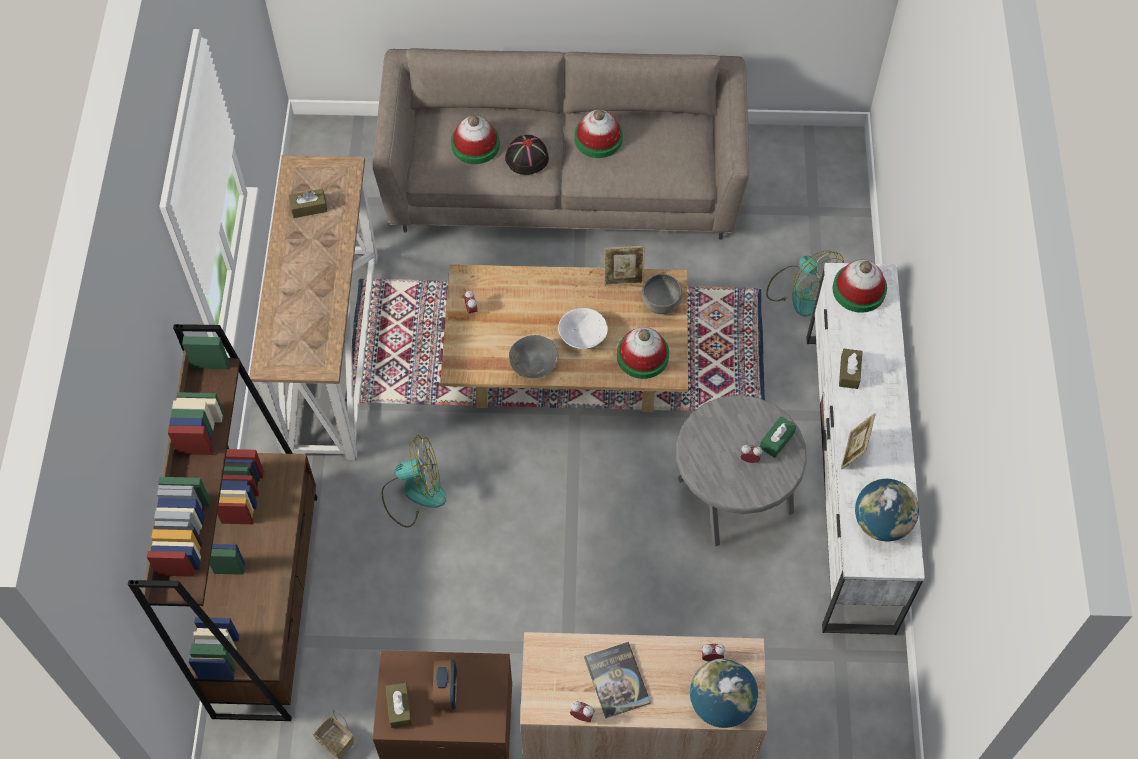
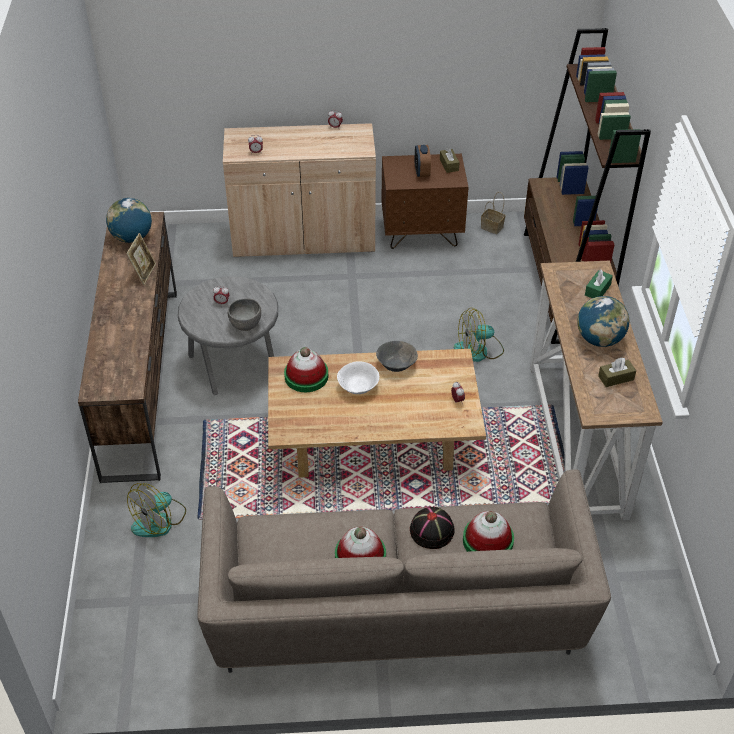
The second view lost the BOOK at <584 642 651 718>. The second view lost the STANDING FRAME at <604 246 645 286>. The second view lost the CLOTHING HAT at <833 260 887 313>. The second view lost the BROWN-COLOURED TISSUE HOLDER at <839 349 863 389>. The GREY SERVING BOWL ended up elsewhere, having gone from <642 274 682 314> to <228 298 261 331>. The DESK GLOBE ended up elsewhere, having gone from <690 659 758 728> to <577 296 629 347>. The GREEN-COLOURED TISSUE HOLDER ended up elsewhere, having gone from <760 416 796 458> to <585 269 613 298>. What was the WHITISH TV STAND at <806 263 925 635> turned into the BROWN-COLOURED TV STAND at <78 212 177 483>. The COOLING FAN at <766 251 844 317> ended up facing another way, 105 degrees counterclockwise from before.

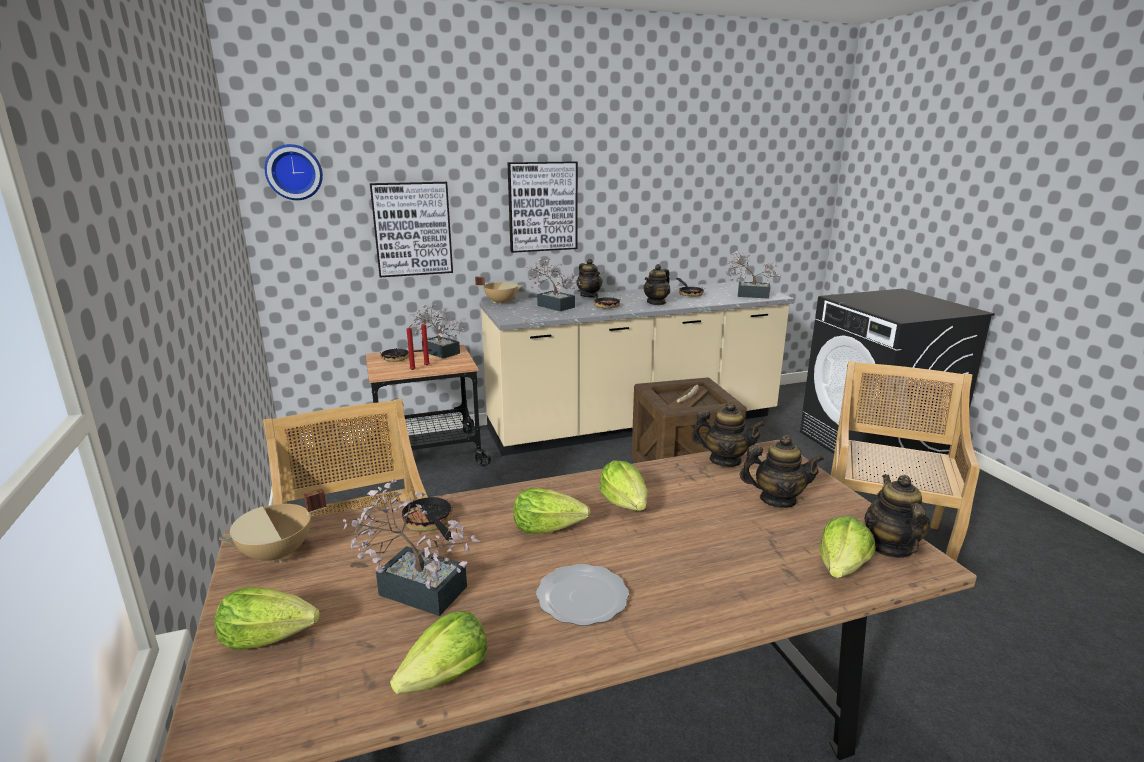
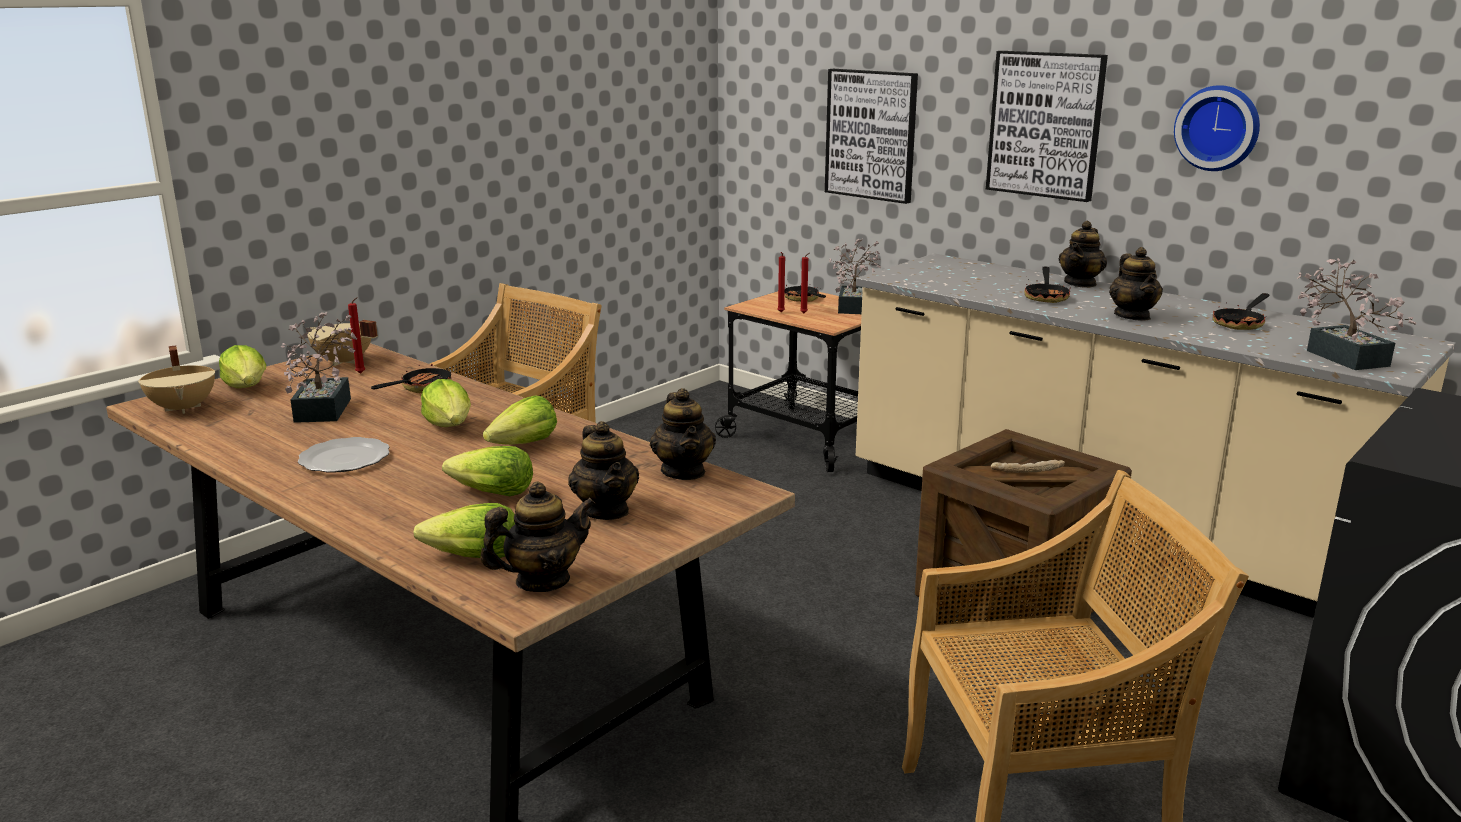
The second view lost the HOUSEPLANT at <526 258 582 311>. The second view gained the RED CANDLE at <348 297 365 373>. The CLOCK ON THE WALL ended up elsewhere, having gone from <265 144 323 200> to <1174 85 1260 171>. The LETTUCE ended up elsewhere, having gone from <390 611 488 694> to <442 446 533 496>. The BEIGE STOCKPOT ended up elsewhere, having gone from <475 276 522 305> to <138 345 215 414>. The POT FOR TEA at <643 264 670 305> ended up facing another way, 105 degrees counterclockwise from before.

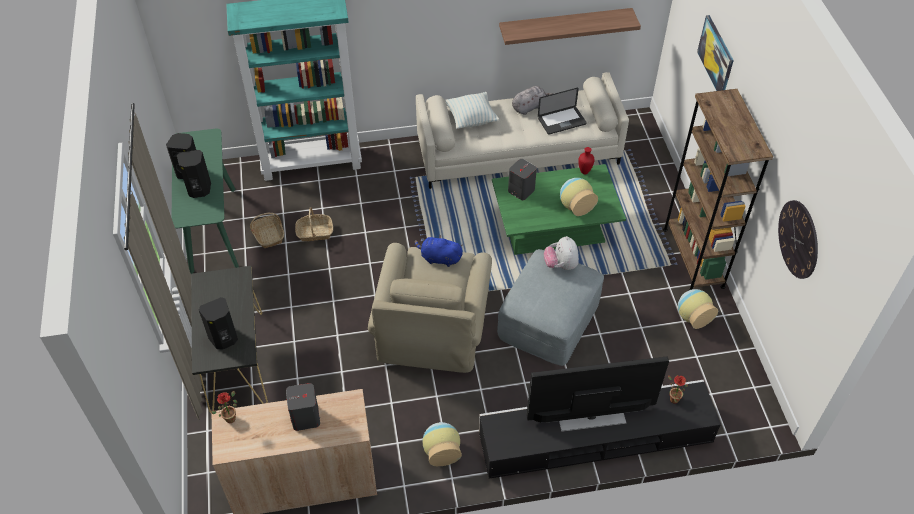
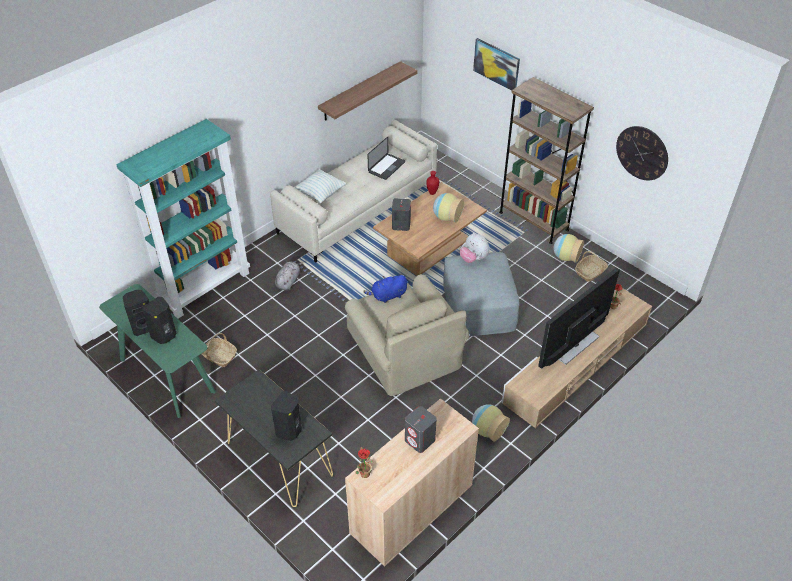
The STORAGE BASKET ended up elsewhere, having gone from <295 207 333 241> to <575 251 608 282>. The GREY CUDDLY TOY ended up elsewhere, having gone from <512 86 552 115> to <275 262 303 290>. What was the BLACK-COLOURED TV STAND at <479 380 721 479> turned into the BEIGE TV STAND at <502 288 652 428>. What was the GREEN-COLOURED COFFEE TABLE at <492 164 626 255> turned into the BROWN-COLOURED COFFEE TABLE at <373 182 487 276>.

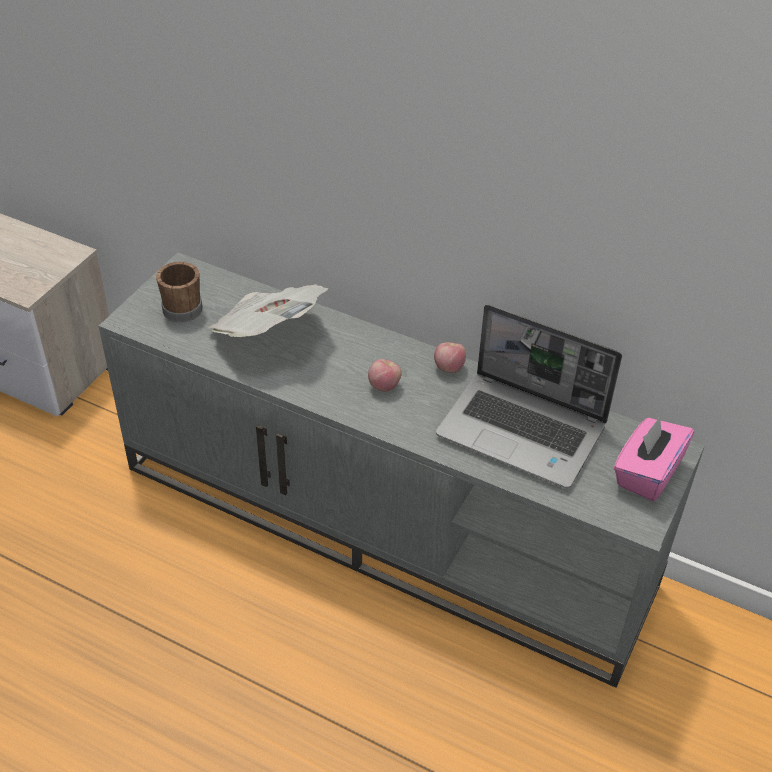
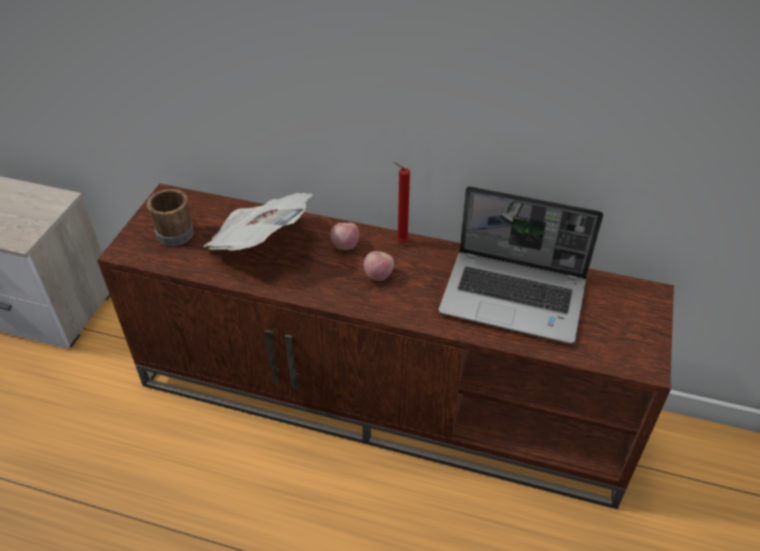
The second view lost the PINK TISSUE HOLDER at <614 417 694 501>. The second view gained the RED CANDLE at <393 162 410 242>. The APPLE FRUIT ended up elsewhere, having gone from <434 342 466 373> to <330 223 359 250>. What was the GREY TV STAND at <99 252 705 688> turned into the BROWN-COLOURED TV STAND at <97 184 674 509>.

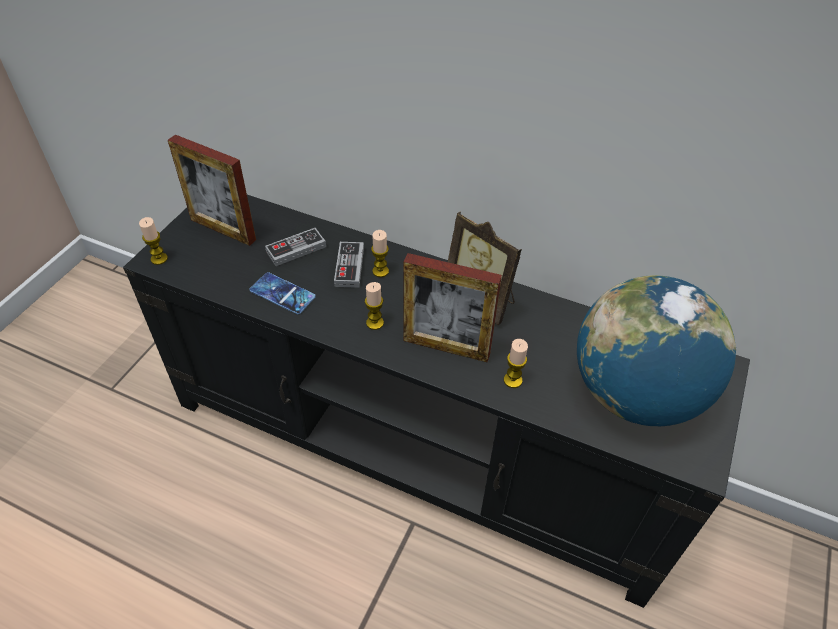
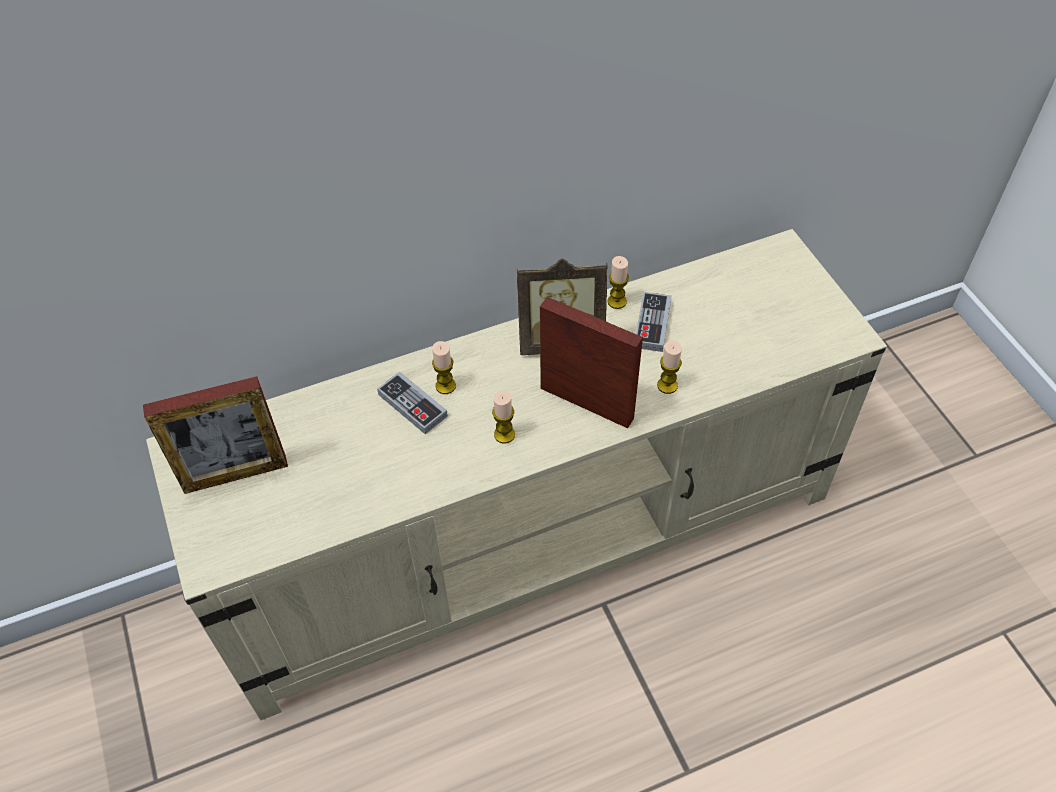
The second view lost the HANDSET at <249 272 316 314>. The second view lost the DESK GLOBE at <577 275 736 426>. The CANDLE ended up elsewhere, having gone from <139 217 168 265> to <607 256 629 309>. The GAMEPAD ended up elsewhere, having gone from <265 228 326 266> to <636 292 672 352>. What was the BLACK-COLOURED TV STAND at <123 195 750 608> turned into the BEIGE TV STAND at <146 229 887 721>. The STANDING FRAME at <403 253 502 362> ended up facing another way, 120 degrees counterclockwise from before.

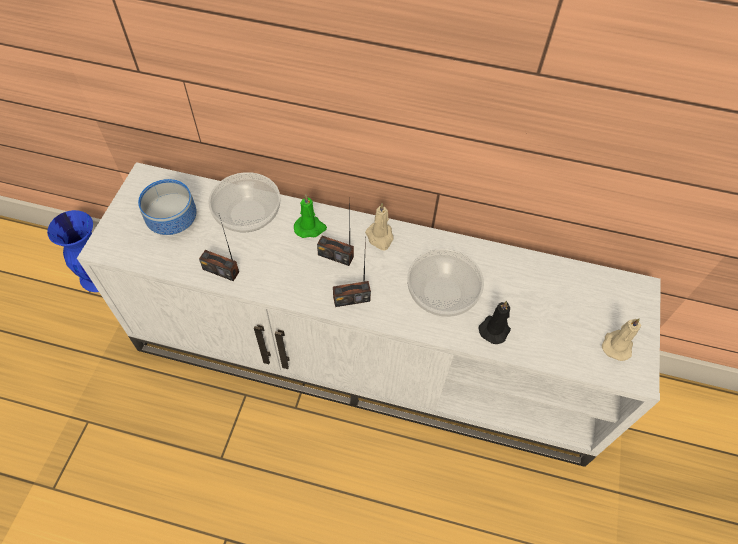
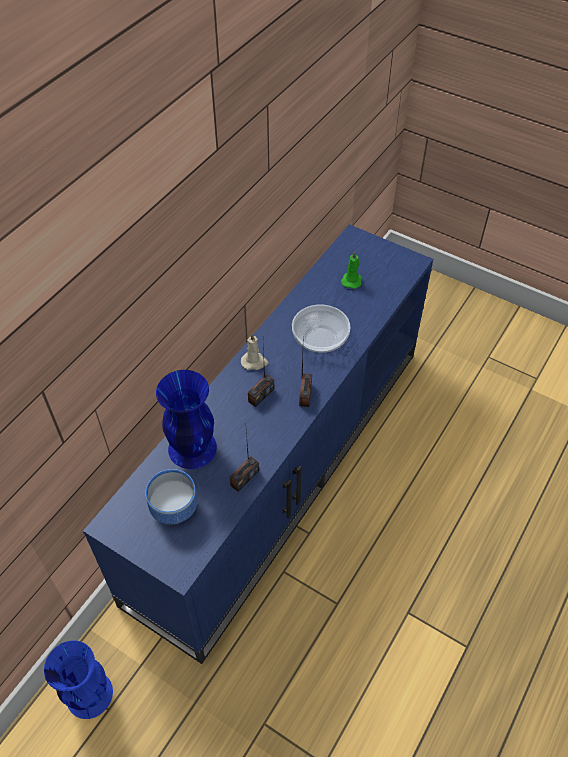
The second view lost the BLACK-COLOURED CANDLE at <479 301 511 344>. The second view lost the BEIGE CANDLE at <602 318 641 361>. The GREEN-COLOURED CANDLE ended up elsewhere, having gone from <294 195 327 238> to <341 251 362 289>. Where the SERVING BOWL stood at <208 172 280 232>, the BLUE VASE came to stand at <156 370 217 469>. What was the WHITISH TV STAND at <77 162 661 467> turned into the BLUE TV STAND at <83 224 433 664>.

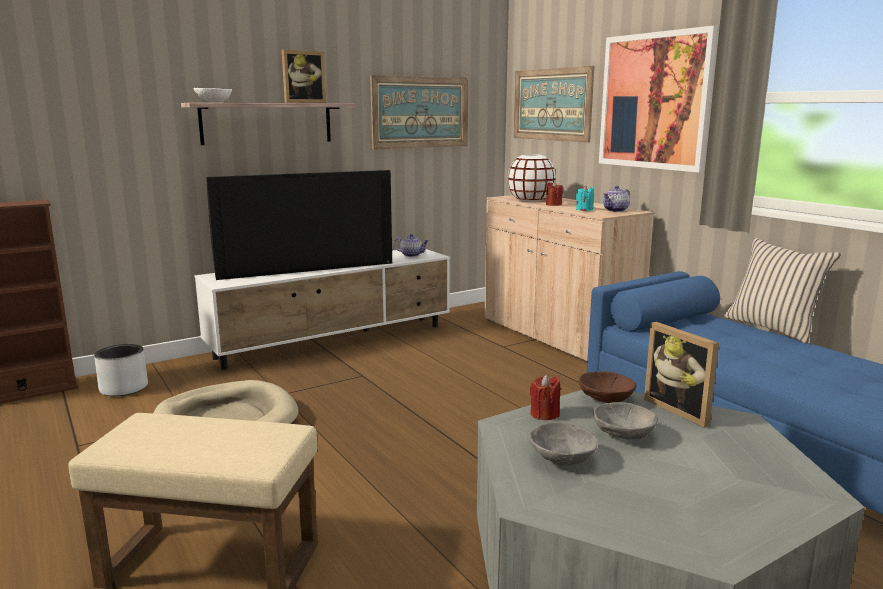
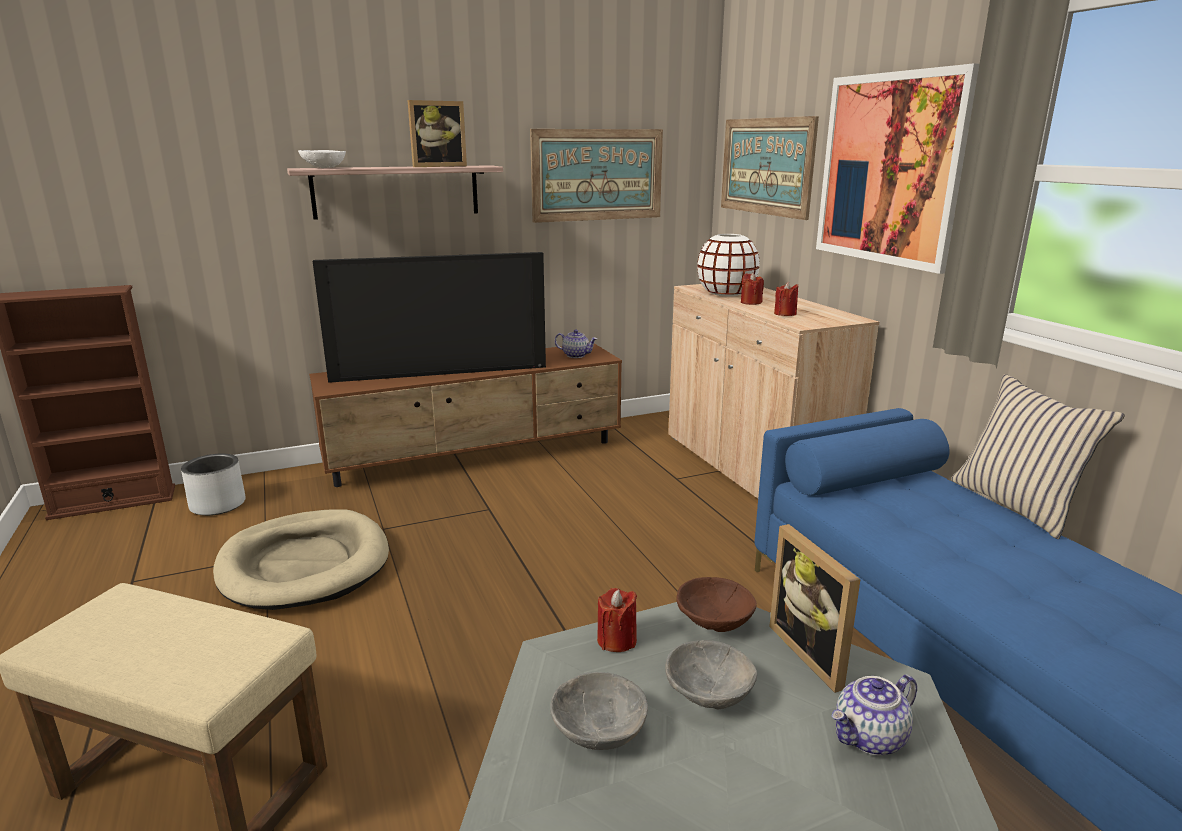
The POT FOR TEA ended up elsewhere, having gone from <603 186 630 212> to <831 674 917 756>. What was the WHITISH TV STAND at <194 249 450 370> turned into the BROWN-COLOURED TV STAND at <309 343 622 487>. What was the TURQUOISE-COLOURED CANDLE at <576 186 594 211> turned into the RED CANDLE at <774 282 798 316>.

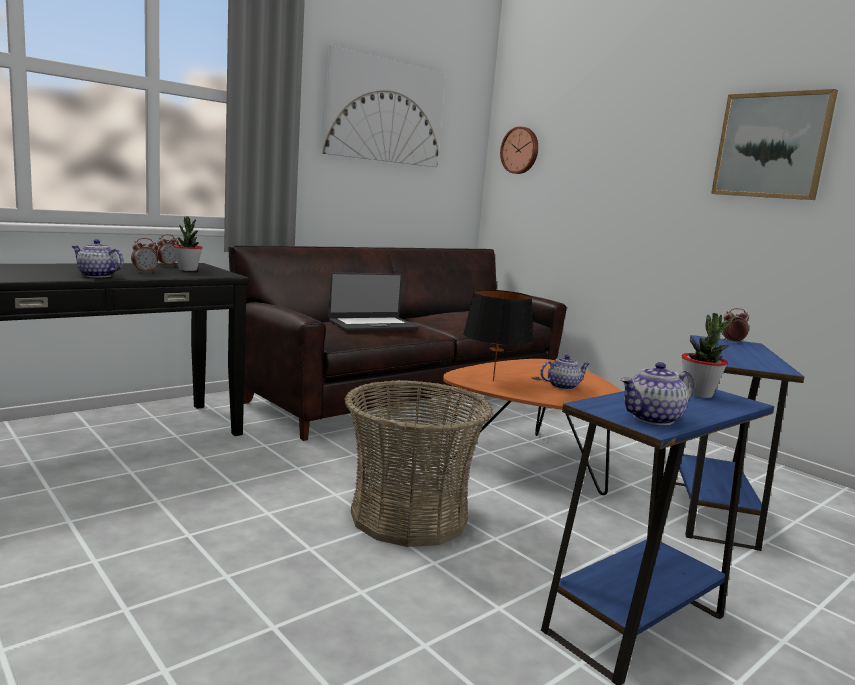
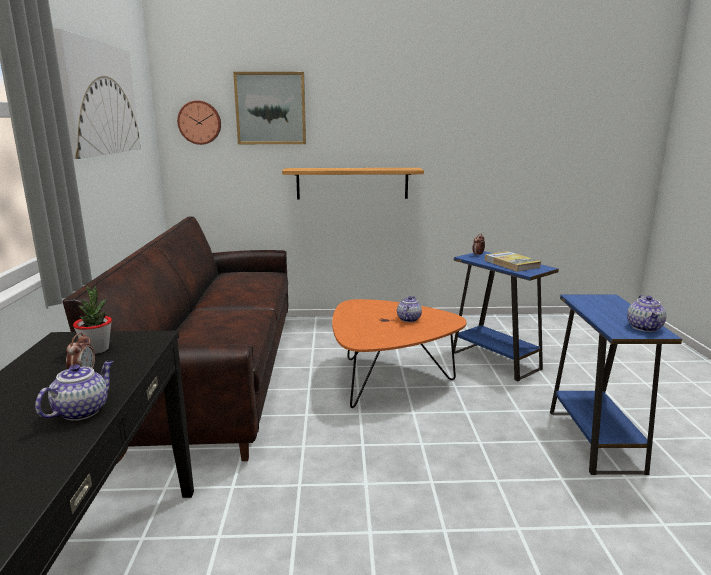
The second view lost the TABLE CLOCK at <155 234 179 266>. The second view lost the LAPTOP at <328 272 418 331>. The second view lost the STORAGE BASKET at <344 380 493 547>. The second view lost the BLACK-COLOURED TABLETOP LAMP at <463 290 534 381>. The second view lost the HOUSEPLANT at <681 313 734 398>. The second view gained the WALL SHELF at <282 168 424 199>. The second view gained the BOOK at <485 251 542 272>. The WALL ART ended up elsewhere, having gone from <711 89 838 200> to <233 72 306 144>. The POT FOR TEA at <72 239 124 278> ended up facing another way, 150 degrees clockwise from before.

